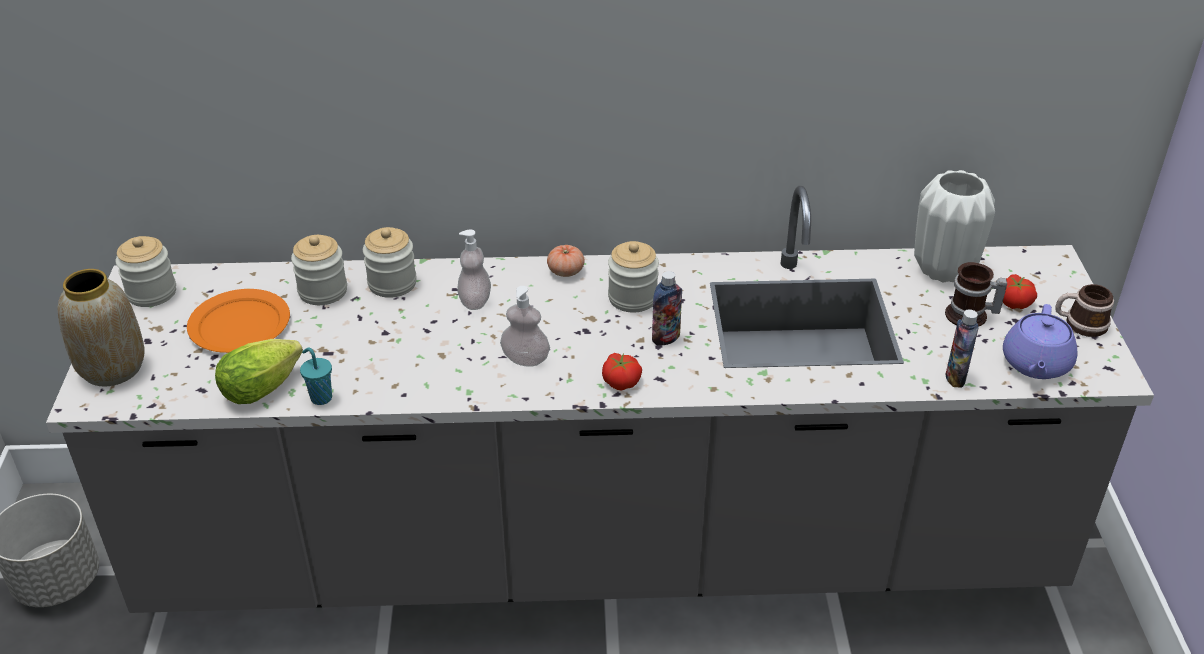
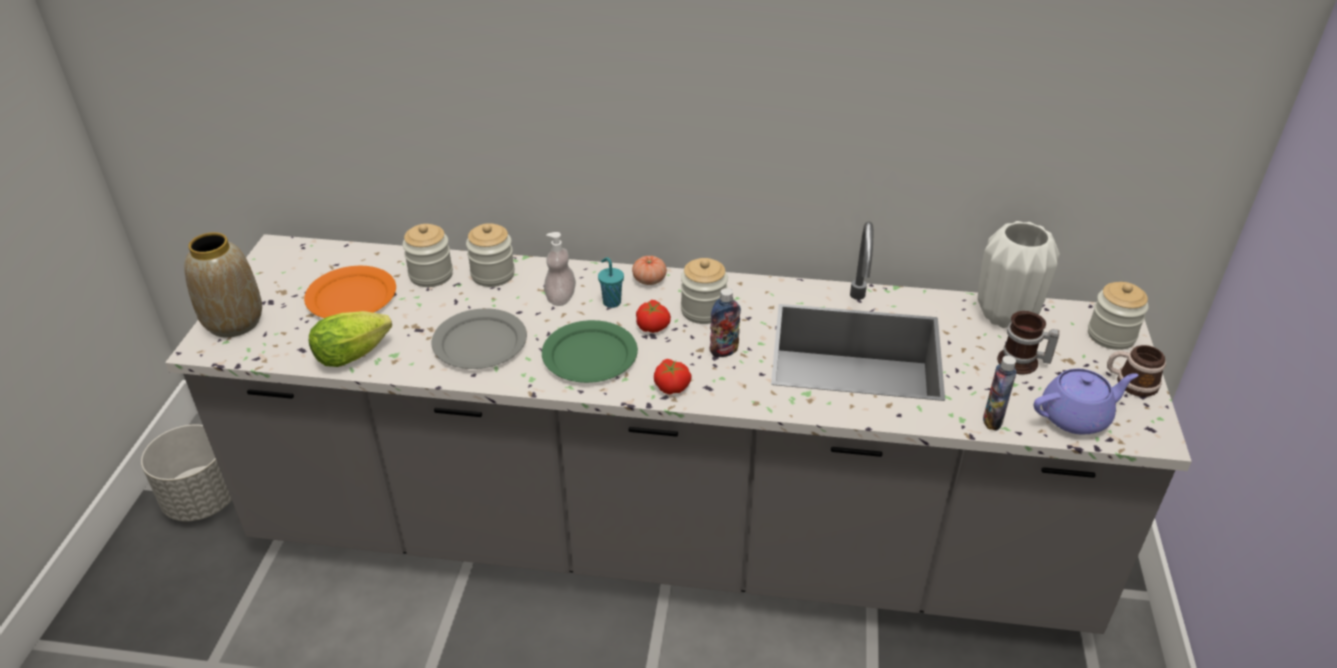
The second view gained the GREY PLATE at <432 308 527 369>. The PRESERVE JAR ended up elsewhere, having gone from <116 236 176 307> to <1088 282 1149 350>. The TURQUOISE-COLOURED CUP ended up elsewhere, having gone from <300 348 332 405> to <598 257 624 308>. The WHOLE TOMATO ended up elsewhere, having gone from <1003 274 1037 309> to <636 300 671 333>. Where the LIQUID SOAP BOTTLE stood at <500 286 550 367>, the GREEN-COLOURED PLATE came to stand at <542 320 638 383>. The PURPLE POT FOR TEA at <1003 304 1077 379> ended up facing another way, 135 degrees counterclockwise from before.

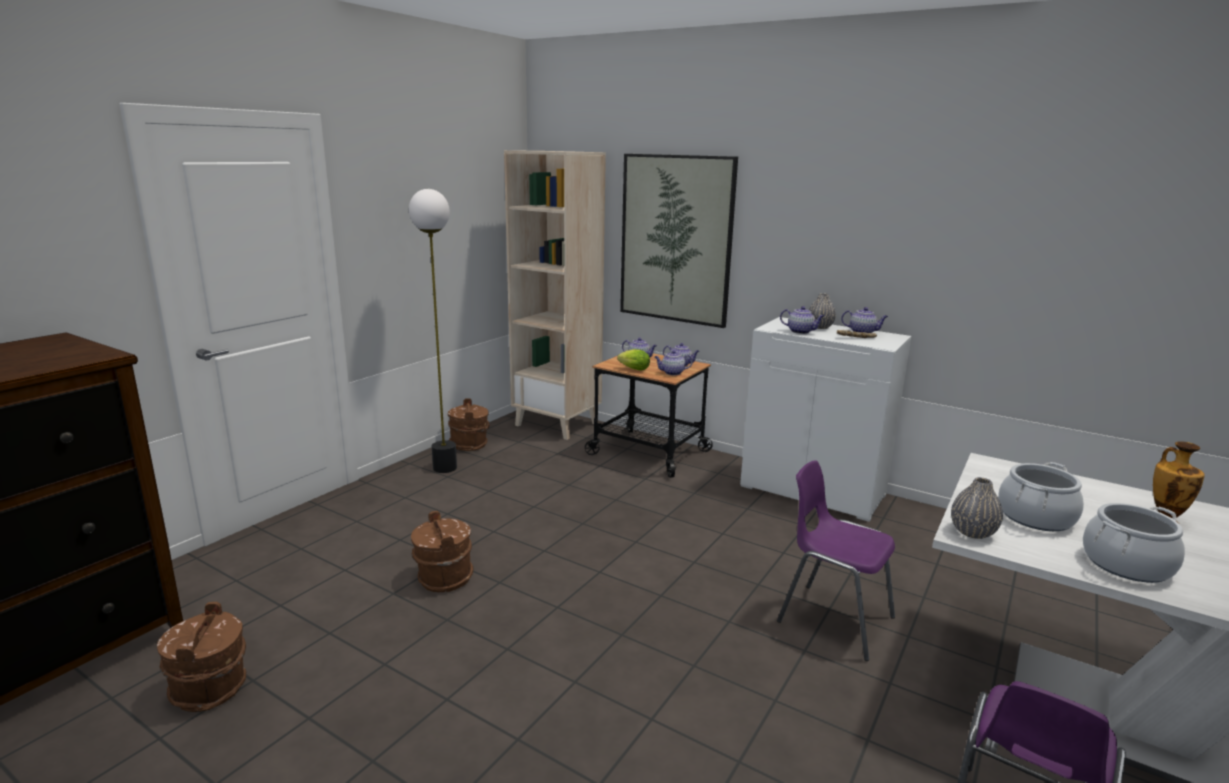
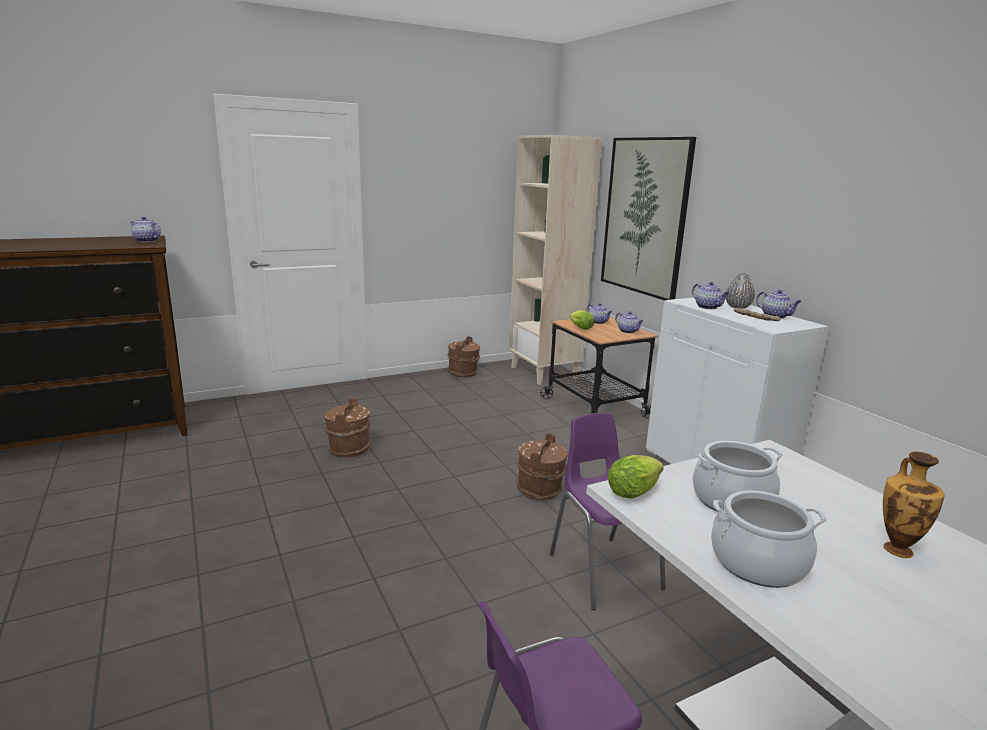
The second view lost the STANDING LAMP at <409 189 457 473>. The BROWN-COLOURED WATER BUCKET ended up elsewhere, having gone from <157 602 246 712> to <516 433 568 500>. The POT FOR TEA ended up elsewhere, having gone from <655 350 693 375> to <130 217 161 242>. Where the GREY VASE stood at <951 477 1003 539>, the LETTUCE came to stand at <607 455 664 498>.

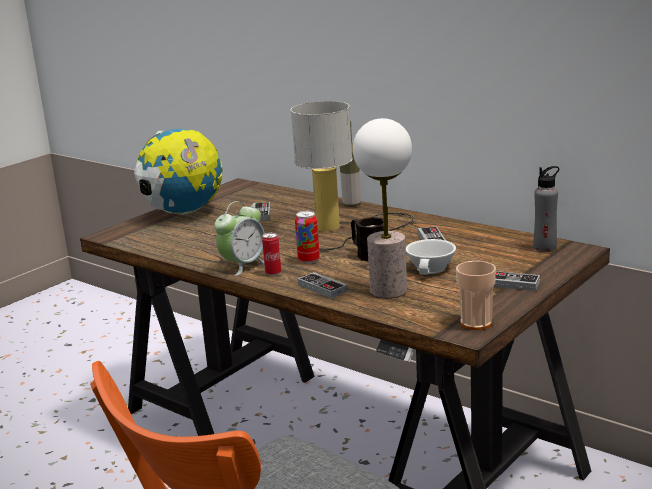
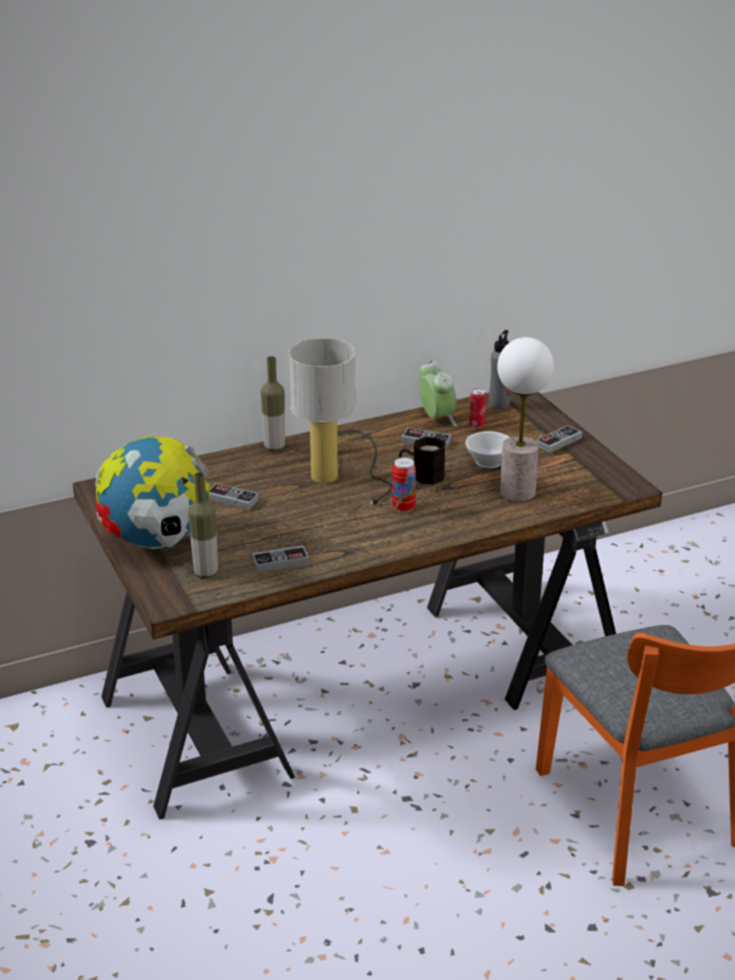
The second view lost the CUP at <456 261 496 330>. The second view gained the BOTTLE at <188 472 218 579>. The TABLE CLOCK ended up elsewhere, having gone from <214 201 265 276> to <419 360 457 426>. The METAL CAN ended up elsewhere, having gone from <262 232 281 276> to <469 388 486 428>. The GAMEPAD ended up elsewhere, having gone from <298 272 348 299> to <252 545 309 572>.

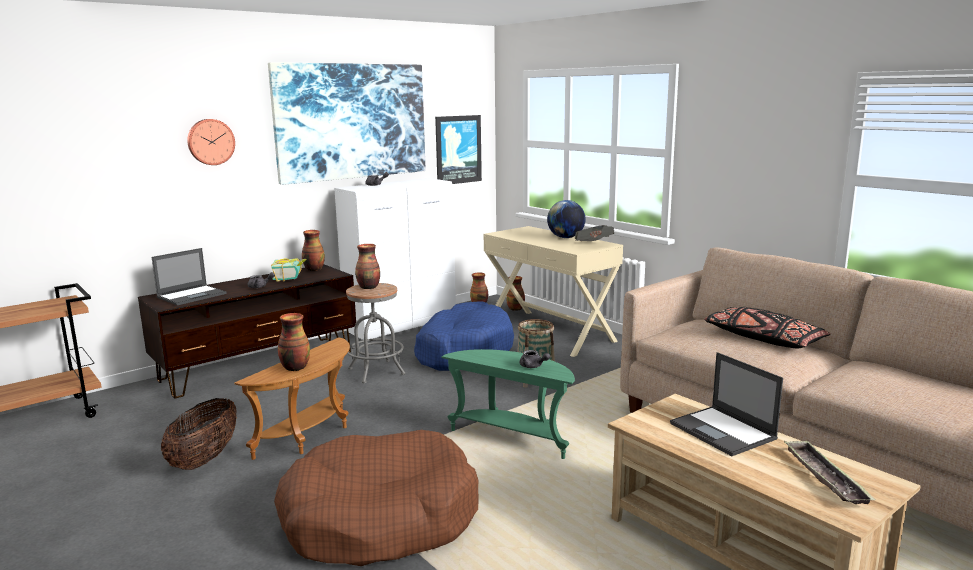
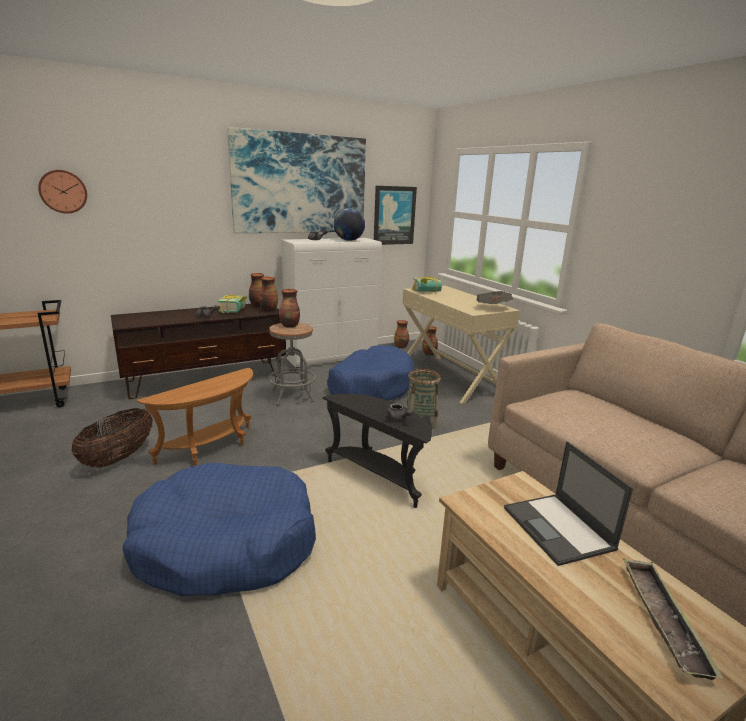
The second view lost the LAPTOP at <152 248 227 305>. The second view lost the BLACK-COLOURED PILLOW at <704 307 831 348>. The second view gained the BOOK at <412 277 442 292>. The CLOCK ON THE WALL ended up elsewhere, having gone from <187 119 235 165> to <38 170 87 214>. The VASE ended up elsewhere, having gone from <278 313 310 371> to <259 277 278 312>. The DESK GLOBE ended up elsewhere, having gone from <547 200 586 238> to <334 208 365 241>. What was the BROWN-COLOURED DOG BED at <274 430 479 566> turned into the BLUE DOG BED at <123 463 316 596>. What was the GREEN-COLOURED END TABLE at <442 349 575 459> turned into the BLACK-COLOURED END TABLE at <322 394 432 508>.

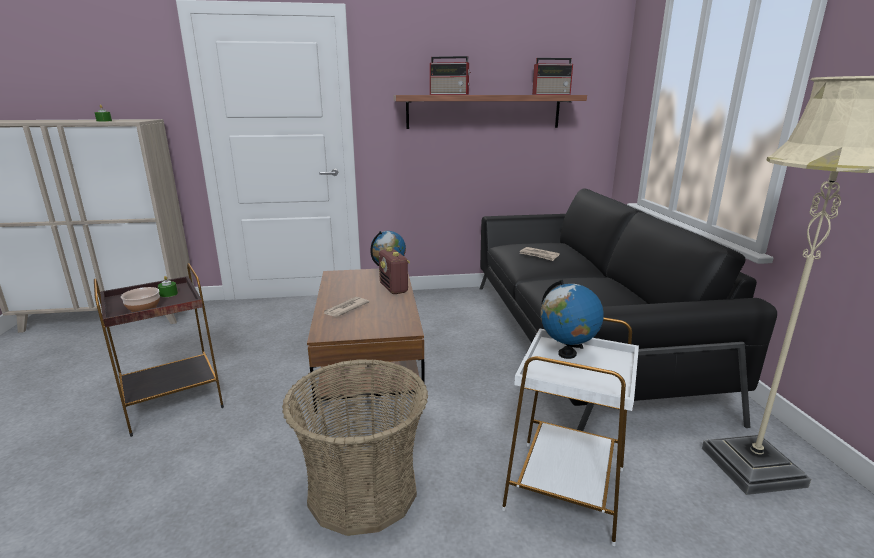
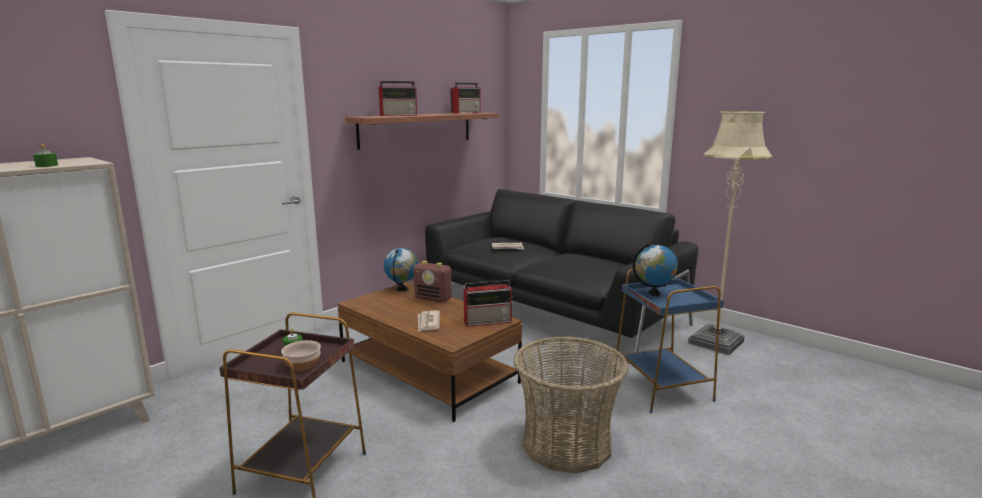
The second view gained the RADIO SET at <464 280 513 327>. What was the WHITISH END TABLE at <502 317 639 546> turned into the BLUE END TABLE at <613 268 724 413>.

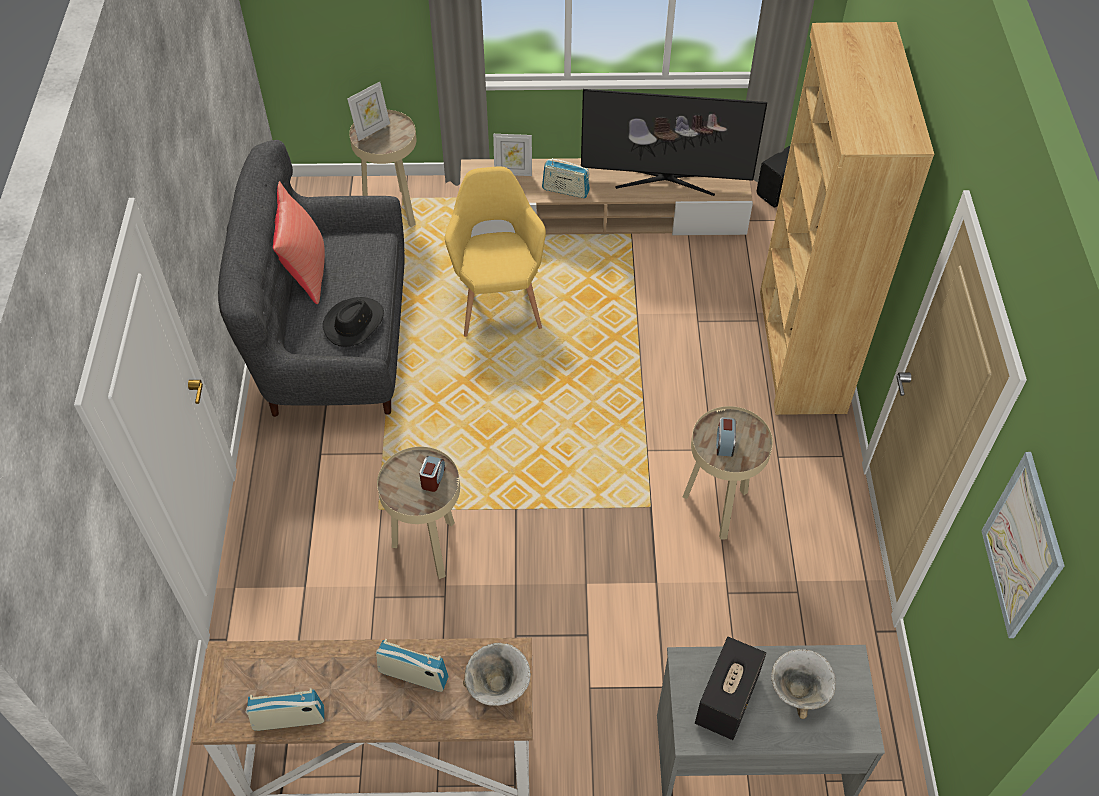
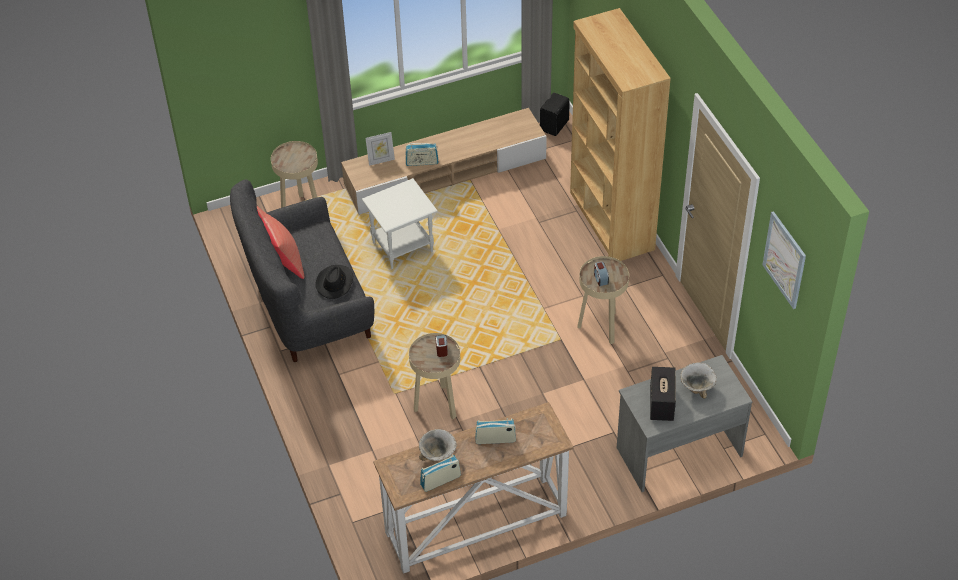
The second view lost the STANDING FRAME at <347 82 390 141>. The second view lost the TELEVISION at <581 89 767 196>. The SERVING BOWL ended up elsewhere, having gone from <463 643 531 706> to <419 429 457 461>. Where the YELLOWISH ARMCHAIR stood at <445 166 546 337>, the WHITISH END TABLE came to stand at <362 178 438 269>.

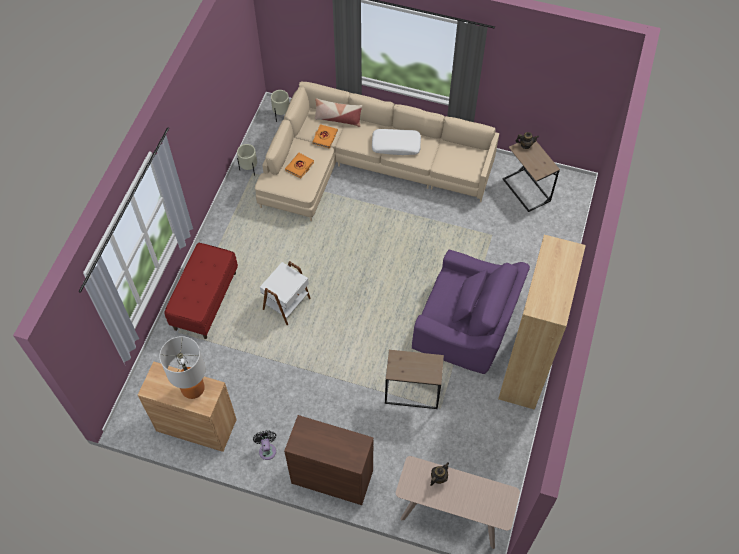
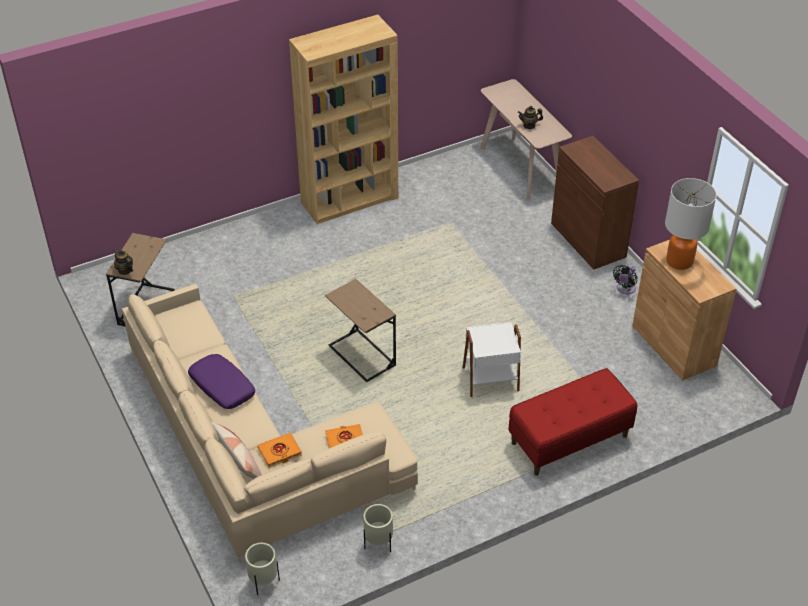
The second view lost the PURPLE ARMCHAIR at <412 250 530 374>. The BROWN-COLOURED END TABLE ended up elsewhere, having gone from <385 350 444 409> to <325 279 396 382>. What was the WHITISH PILLOW at <372 129 421 155> turned into the PURPLE PILLOW at <188 354 255 409>.

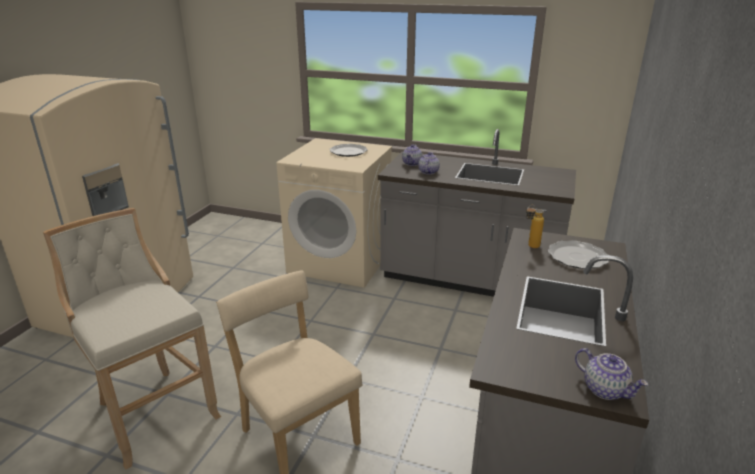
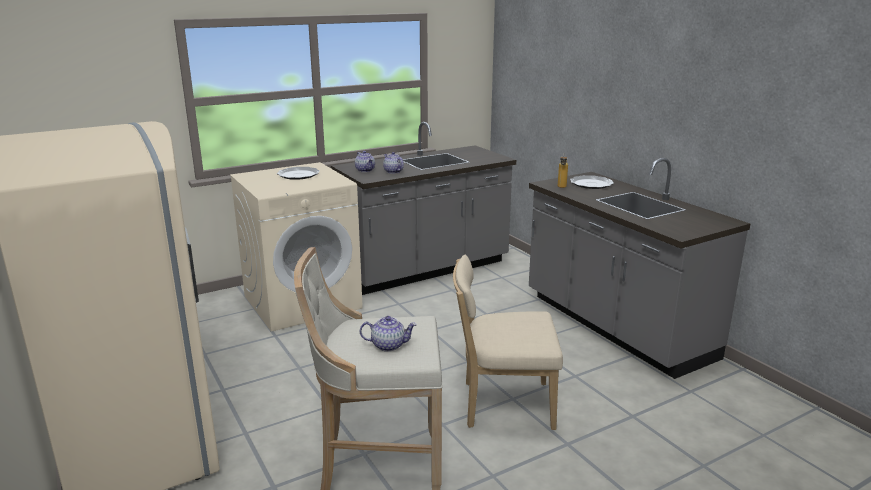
The POT FOR TEA ended up elsewhere, having gone from <575 348 648 400> to <360 316 417 352>.

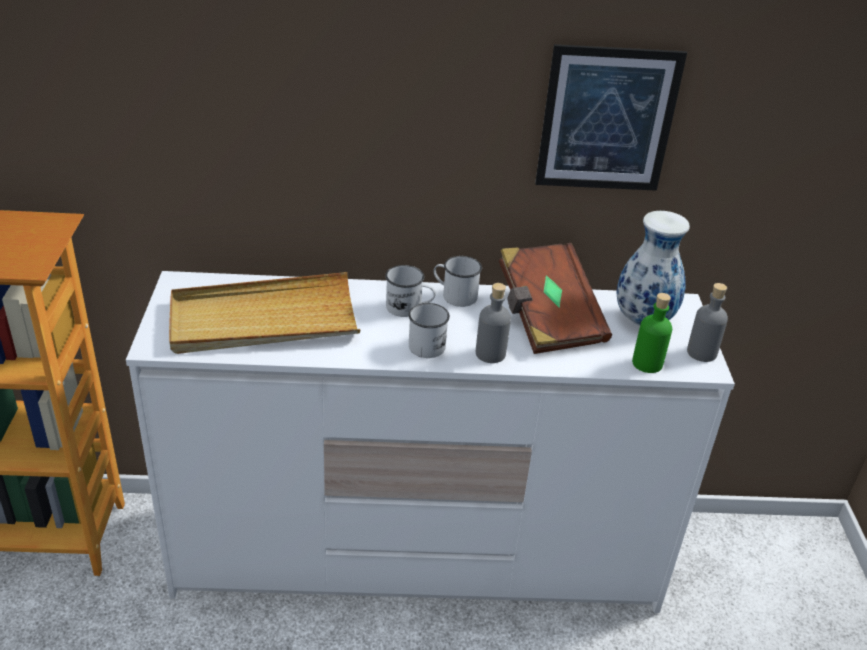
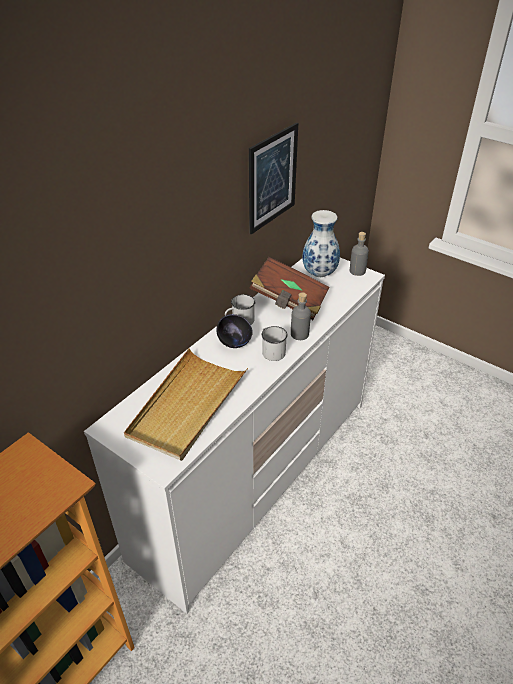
The second view lost the GREEN-COLOURED BOTTLE at <632 293 672 373>. Where the WHITISH MUG stood at <385 265 436 317>, the BLACK-COLOURED SERVING BOWL came to stand at <217 314 253 348>.

